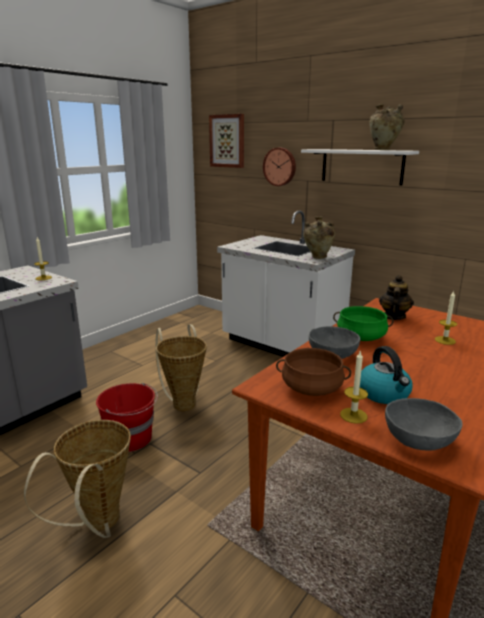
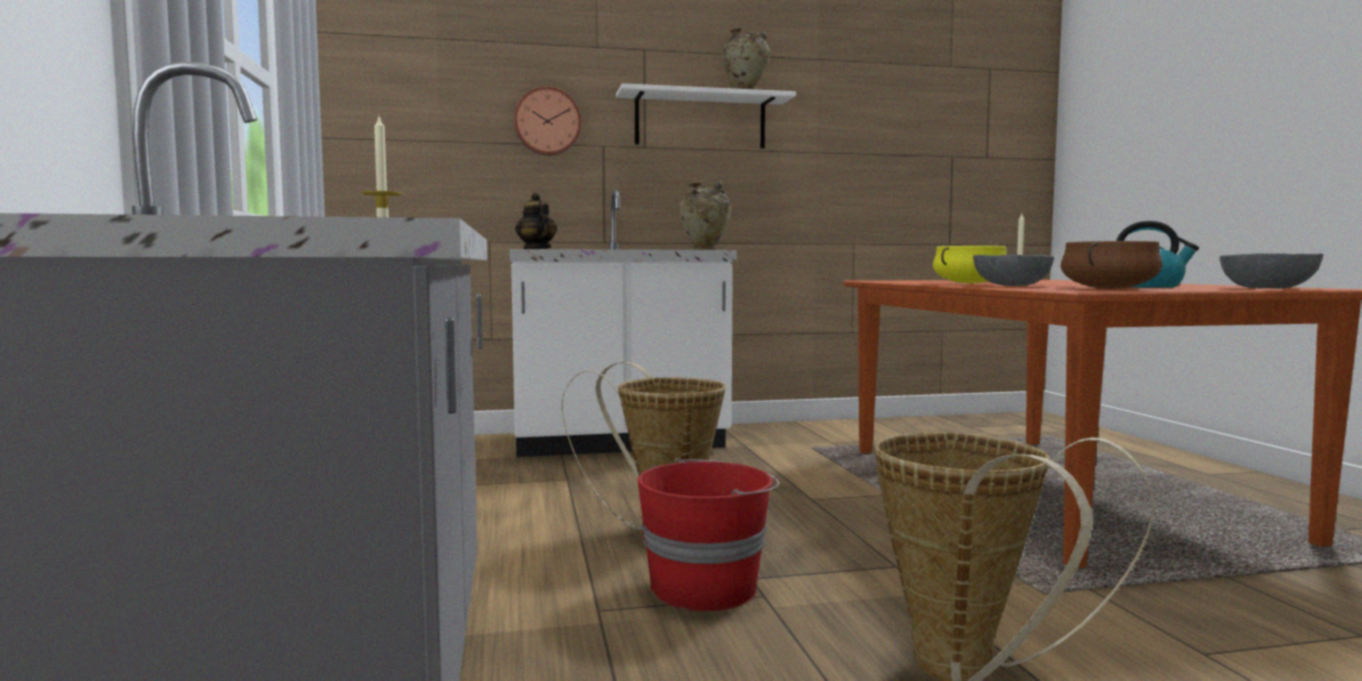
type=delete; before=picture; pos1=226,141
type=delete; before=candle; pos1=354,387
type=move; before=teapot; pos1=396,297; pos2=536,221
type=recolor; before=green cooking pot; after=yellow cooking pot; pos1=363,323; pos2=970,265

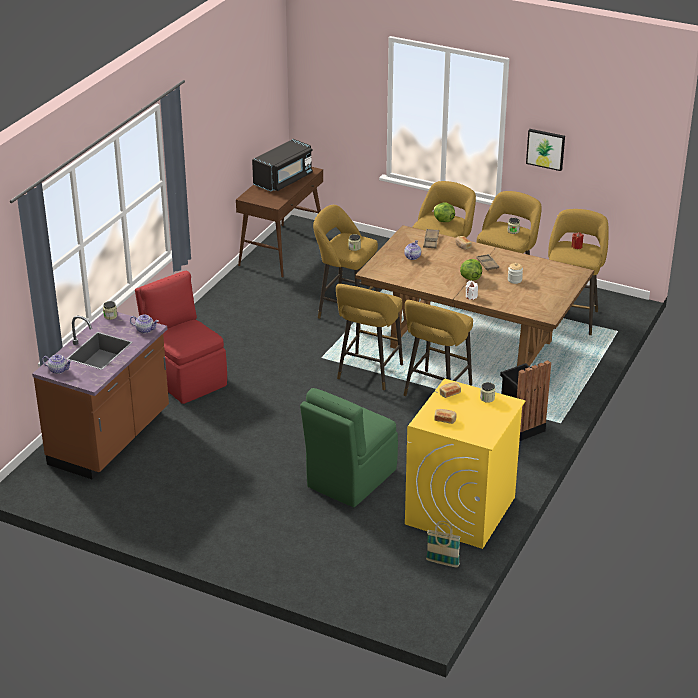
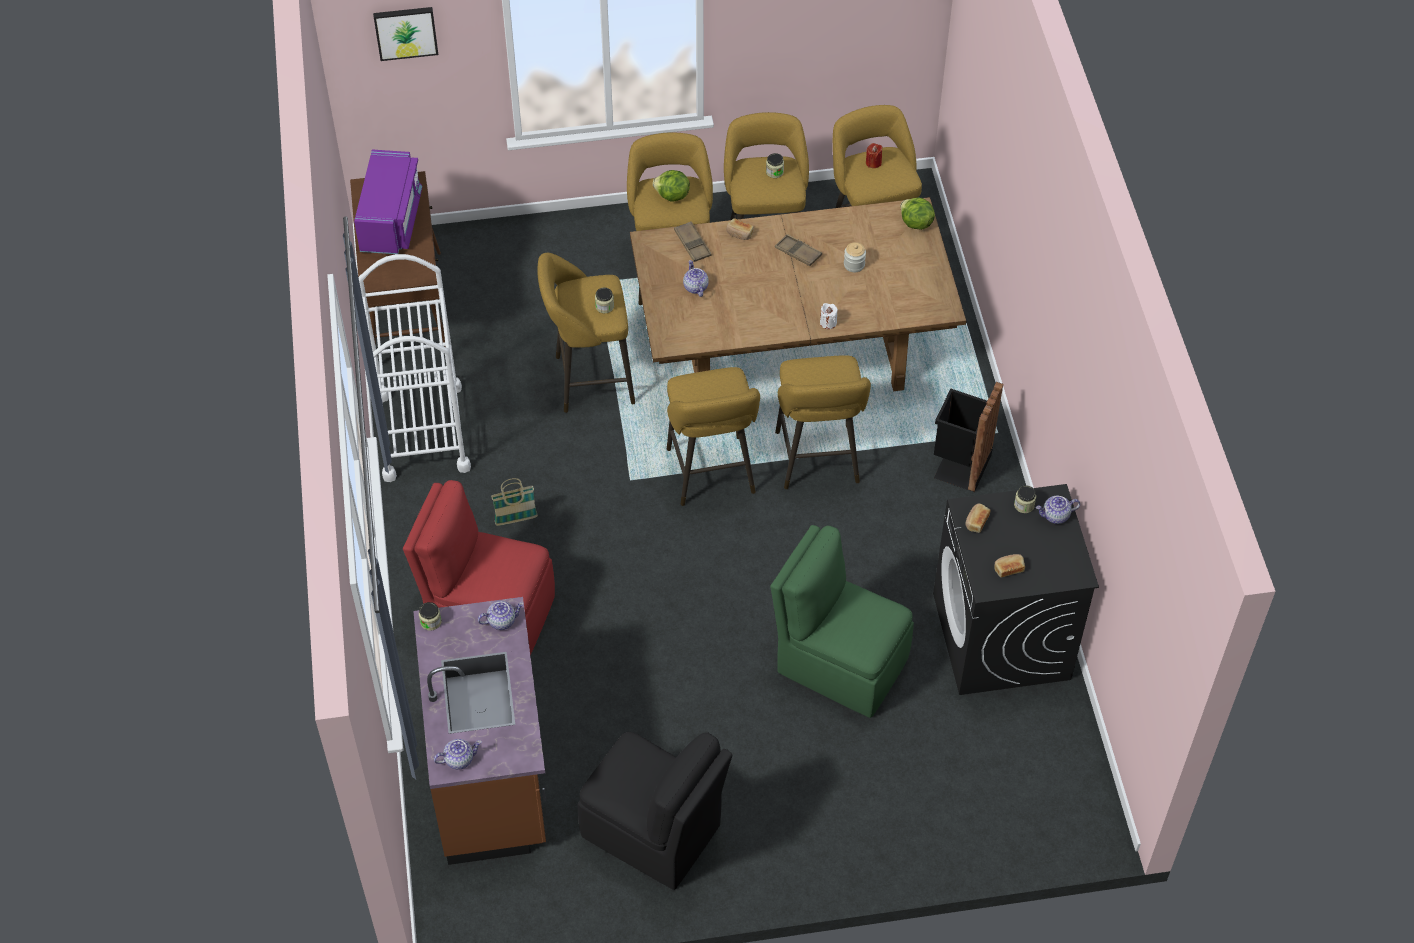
type=insert; after=white cart; pos2=414,368
type=insert; after=black chair; pos2=654,811
type=insert; after=teapot; pos2=1058,510
type=move; before=basket; pos1=443,544; pos2=514,502
type=move; before=lettuce; pos1=471,270; pos2=918,214
type=move; before=picture; pos1=545,150; pos2=405,34
type=recolor; before=black microwave; after=purple microwave; pos1=282,165; pos2=388,202
type=recolor; before=yellow washing machine; after=black washing machine; pos1=465,464; pos2=1016,589
type=rotate; before=green chair; pos1=349,447; pos2=842,621; turn=120

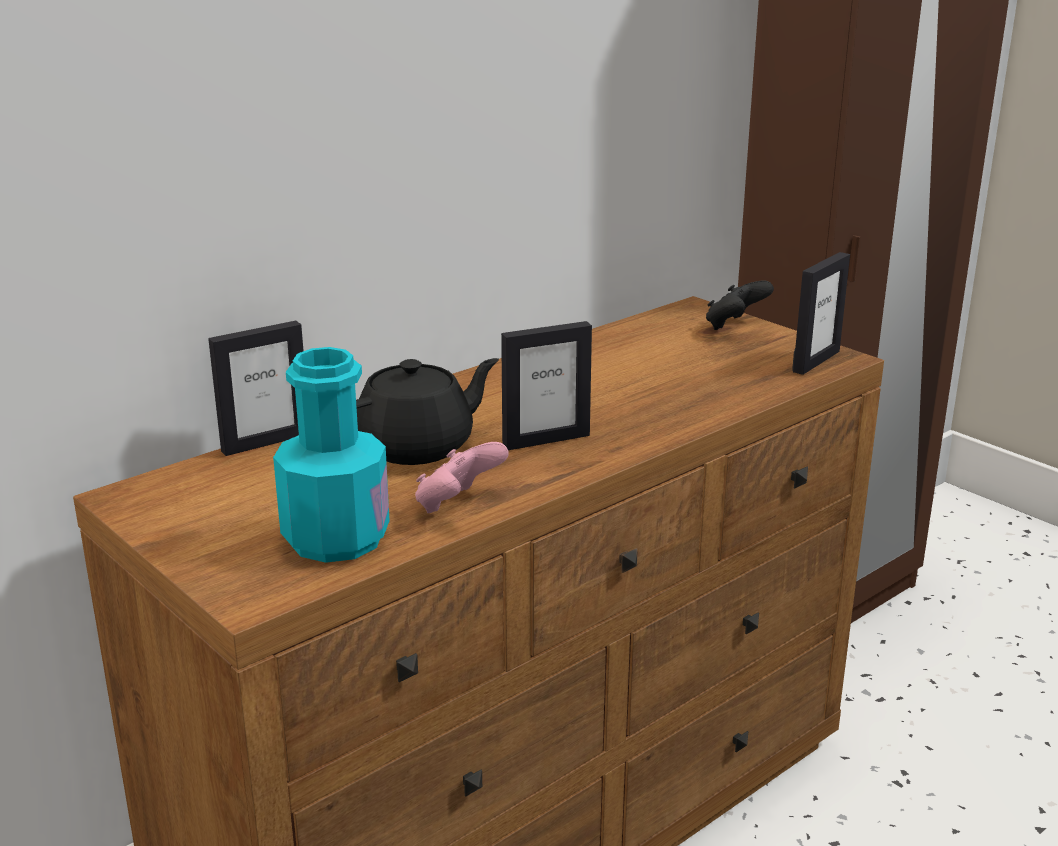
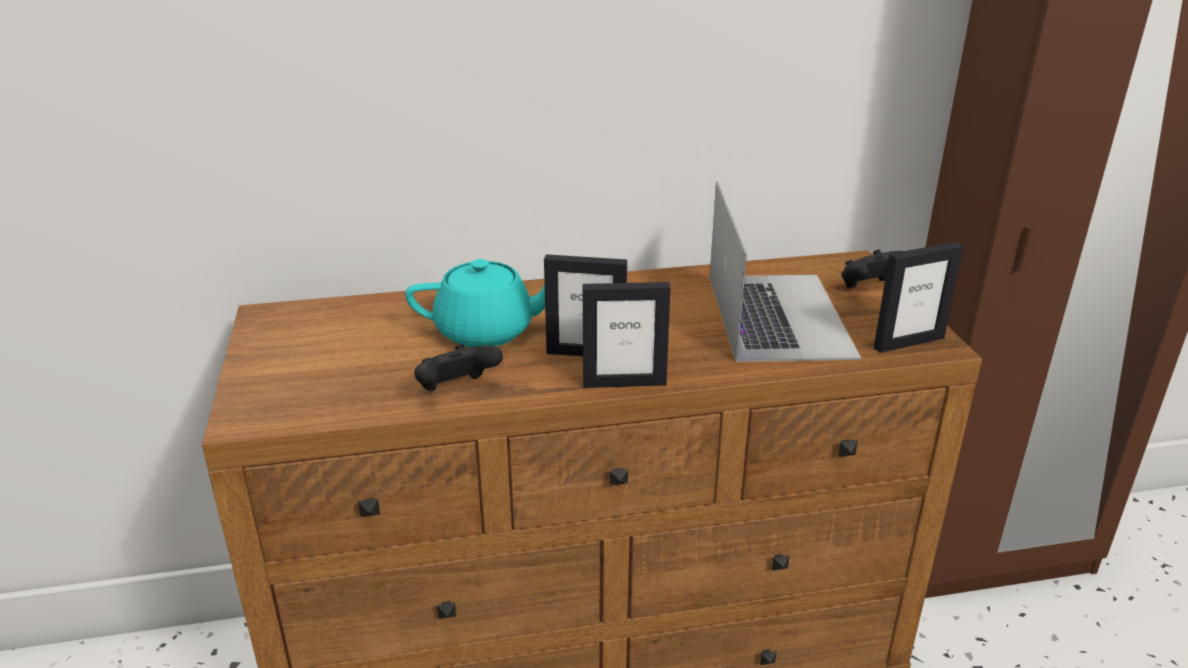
type=delete; before=turquoise bottle; pos1=331,455
type=insert; after=laptop; pos2=785,271
type=move; before=picture frame; pos1=256,388; pos2=627,335
type=recolor; before=black teapot; after=turquoise teapot; pos1=427,411; pos2=475,303
type=recolor; before=pink game controller; after=black game controller; pos1=462,477; pos2=458,367

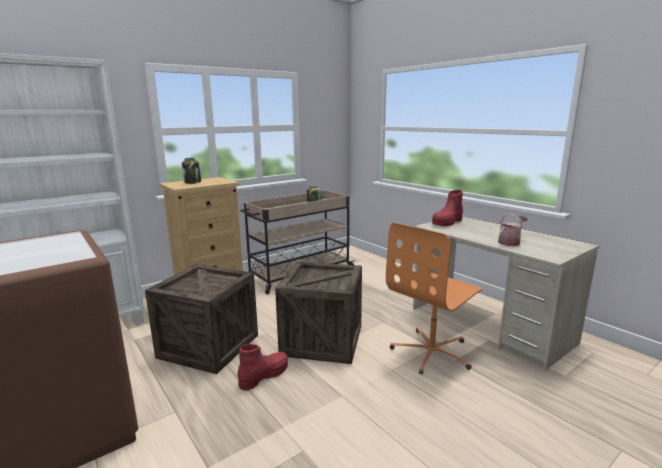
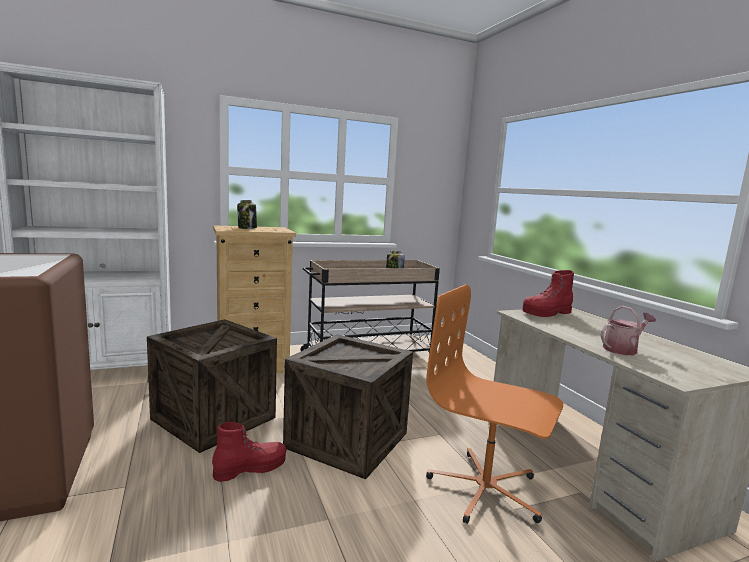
type=rotate; before=orange office chair; pos1=434,299; pos2=495,404; turn=60

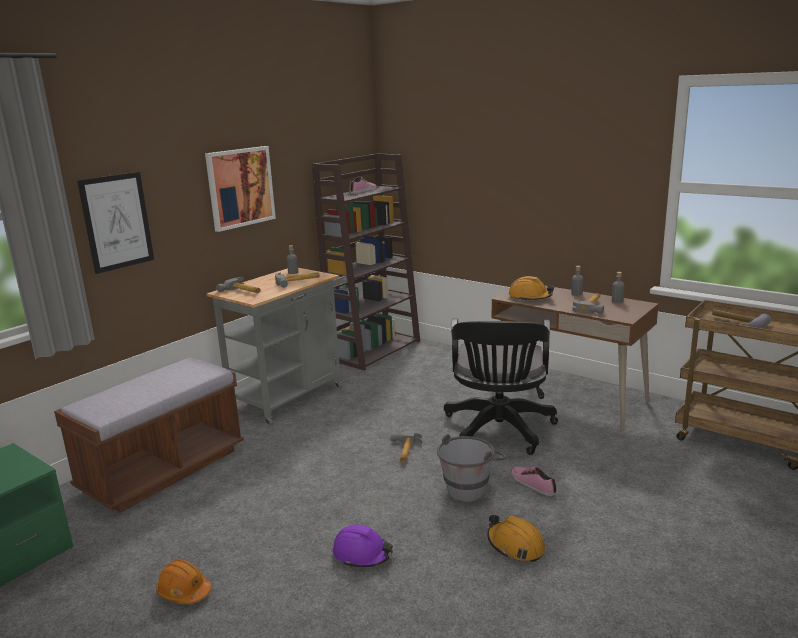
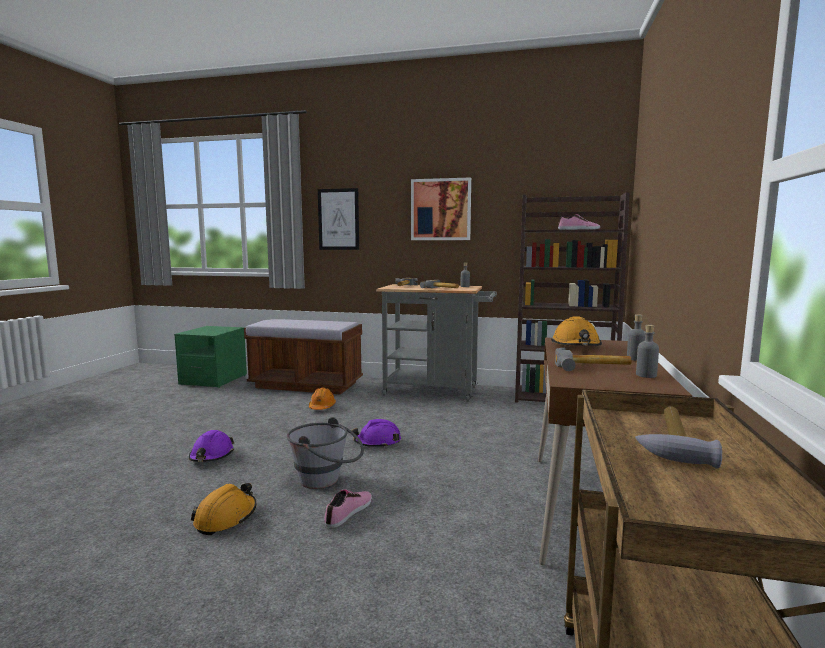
type=delete; before=black office chair; pos1=501,386
type=move; before=orange hard hat; pos1=184,582; pos2=322,398
type=replace; before=hammer; after=purple hard hat; pos1=406,447; pos2=376,433

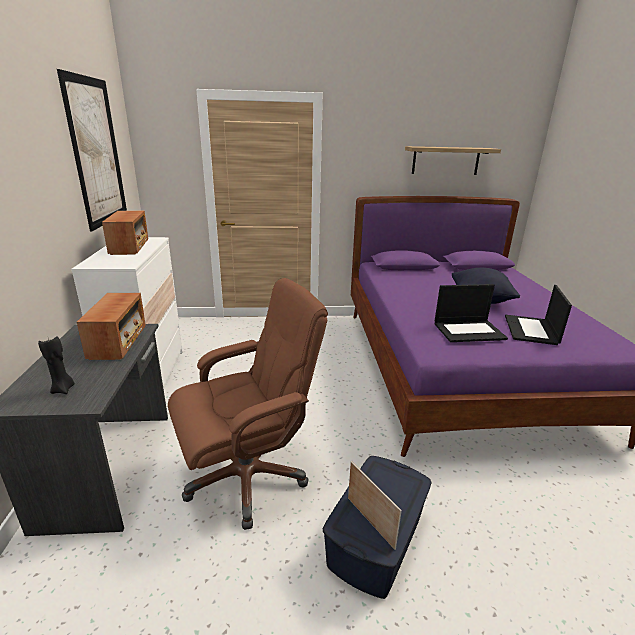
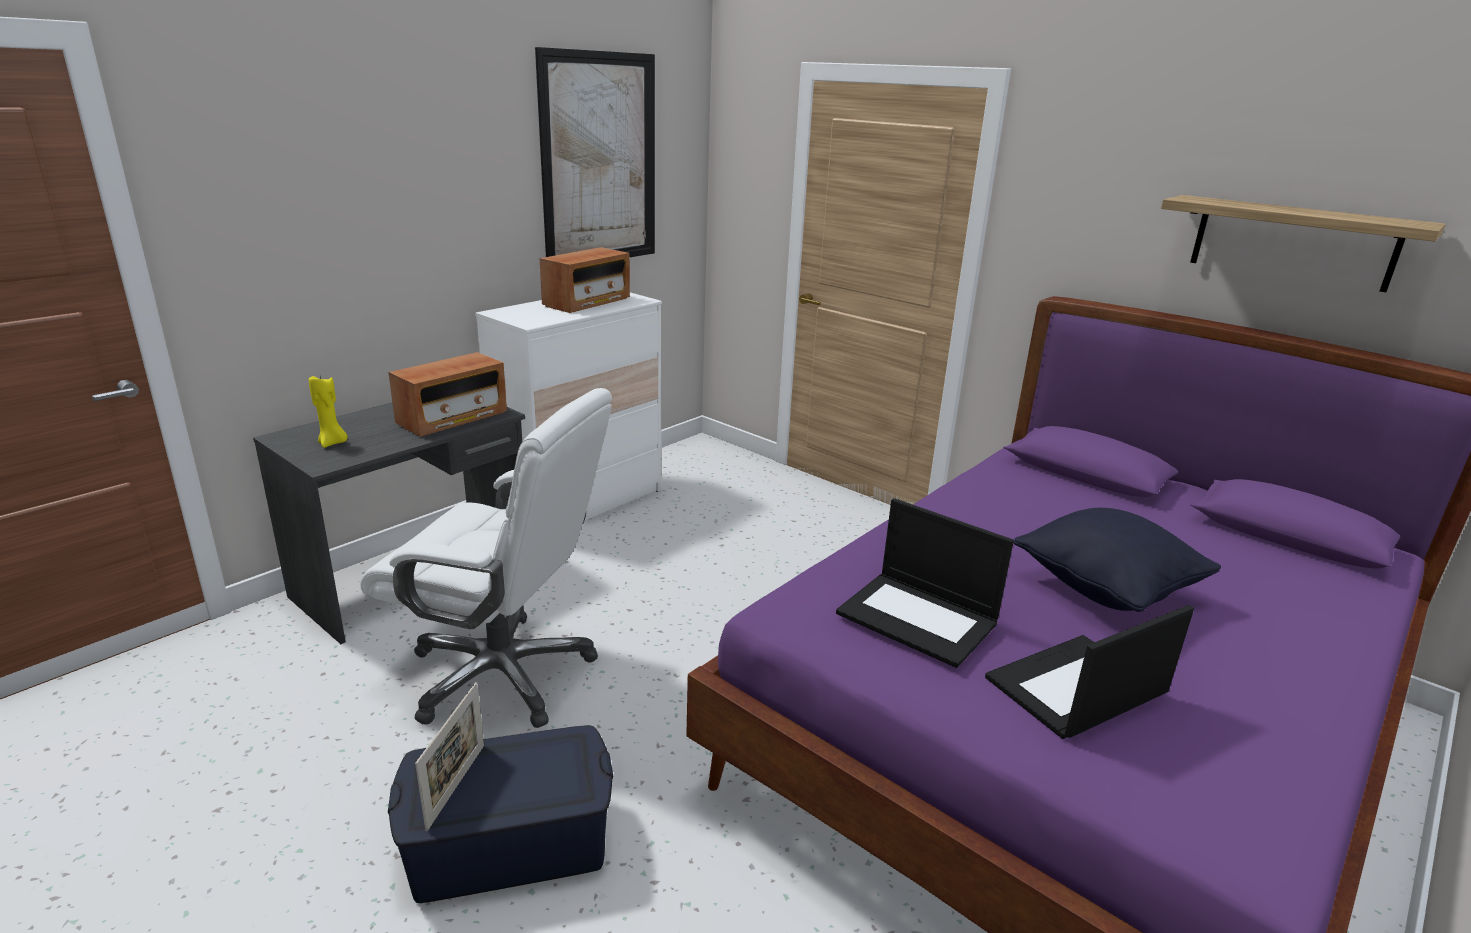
type=recolor; before=black candle; after=yellow candle; pos1=56,365; pos2=328,412
type=recolor; before=brown office chair; after=white office chair; pos1=248,404; pos2=486,558

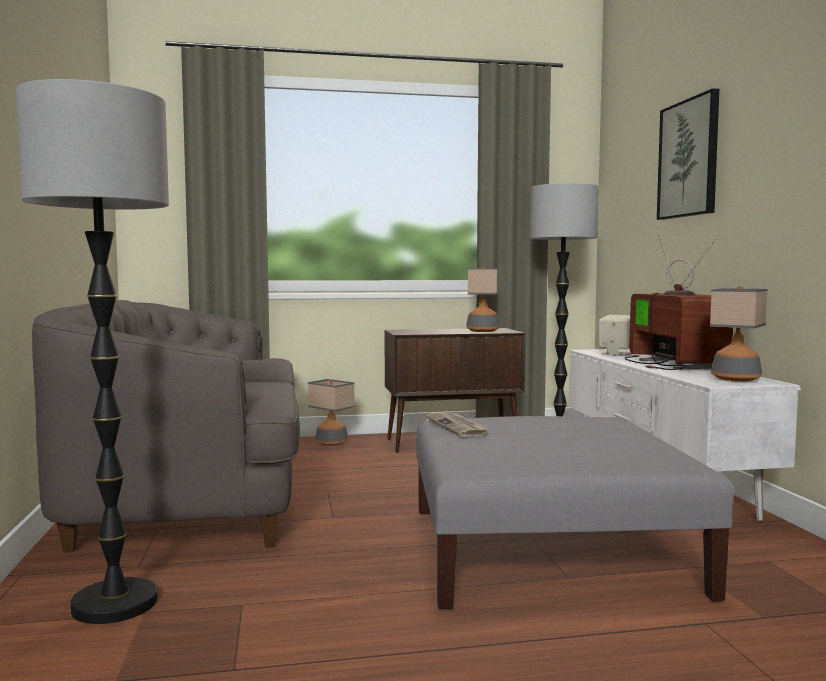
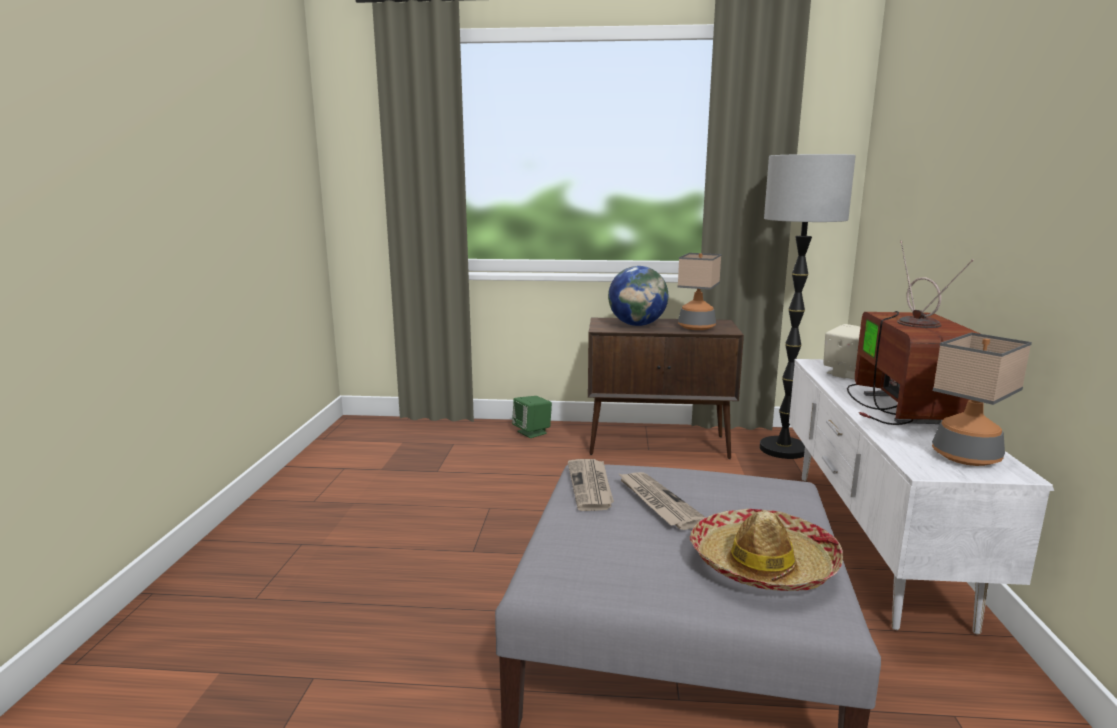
type=delete; before=floor lamp; pos1=92,351
type=delete; before=grey sofa; pos1=166,426
type=delete; before=picture; pos1=688,154
type=insert; after=globe; pos2=638,296
type=insert; after=newspaper; pos2=662,501
type=insert; after=hat; pos2=766,550
type=replace; before=table lamp; after=green speaker; pos1=331,412; pos2=532,417

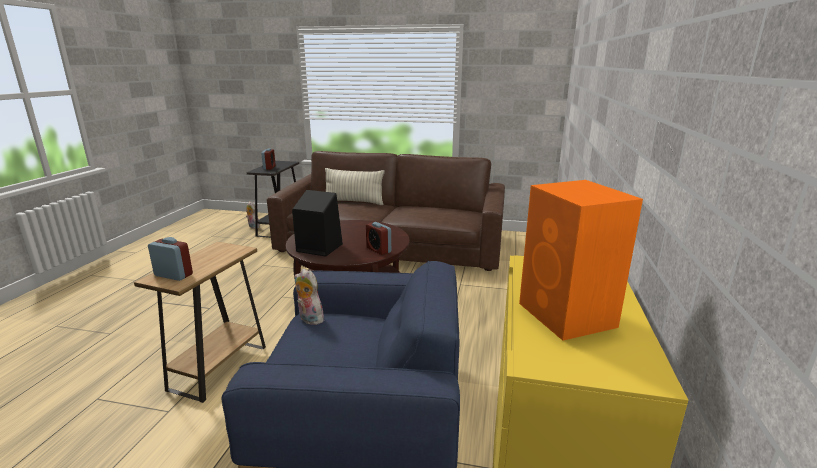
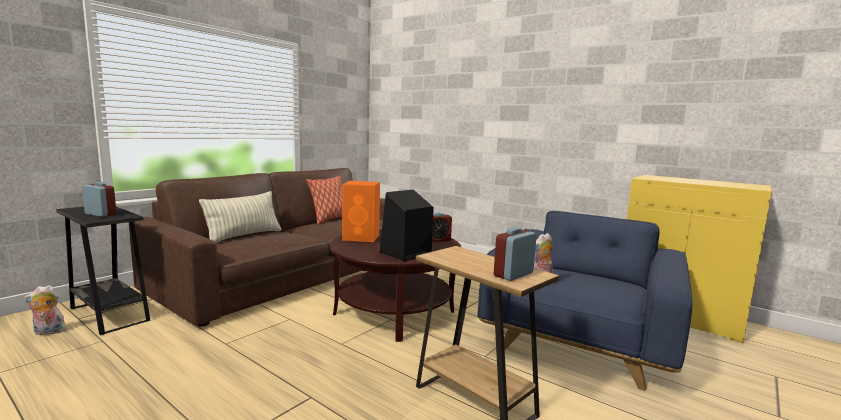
type=insert; after=pillow; pos2=324,200
type=move; before=orange speaker; pos1=581,260; pos2=361,211

